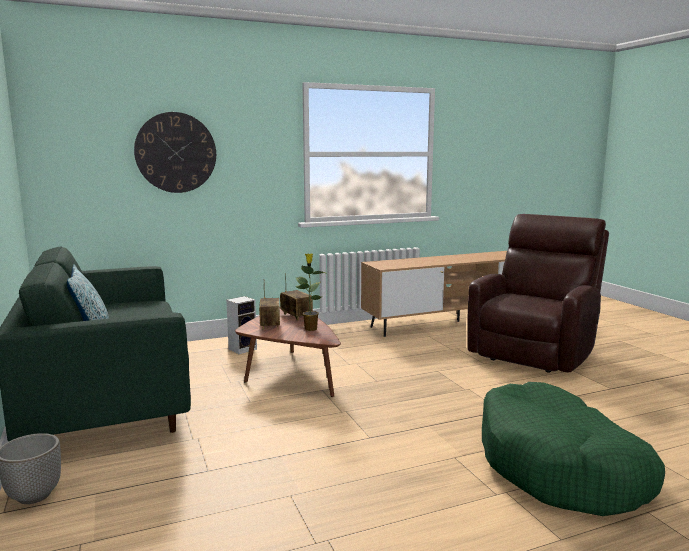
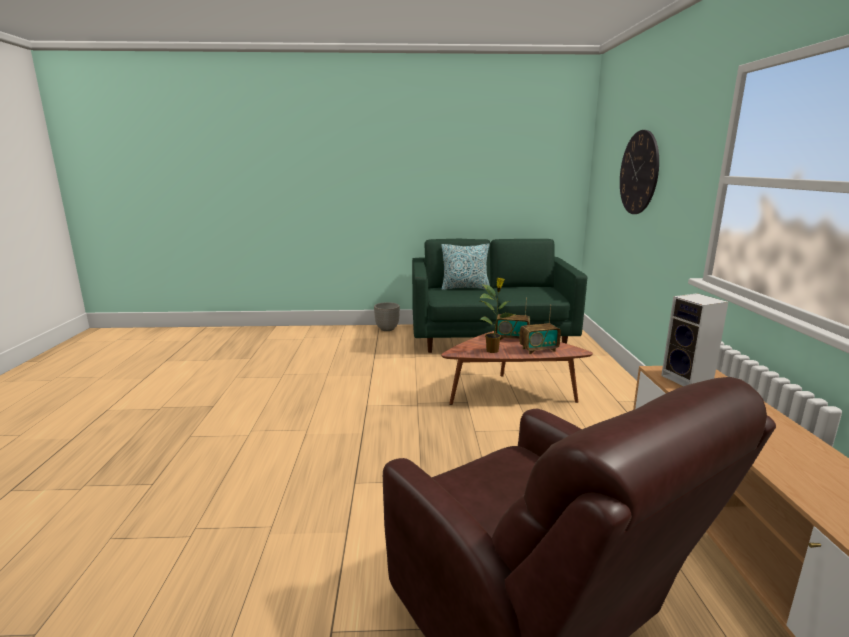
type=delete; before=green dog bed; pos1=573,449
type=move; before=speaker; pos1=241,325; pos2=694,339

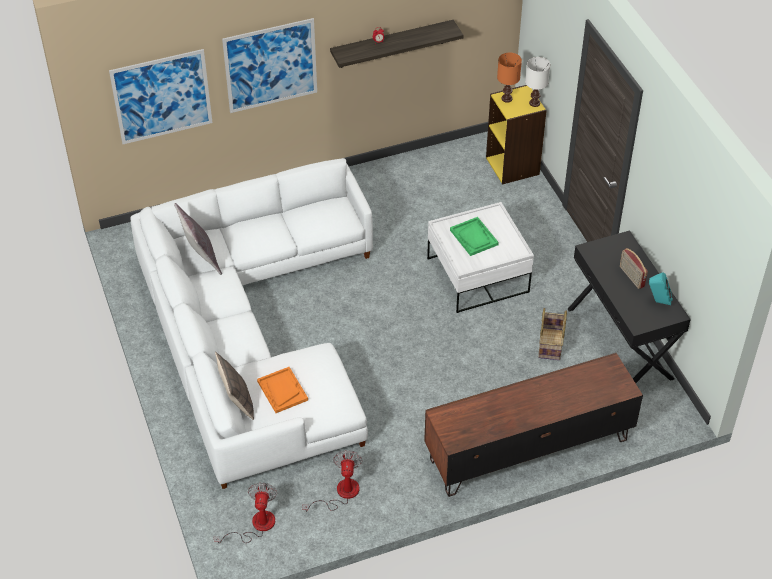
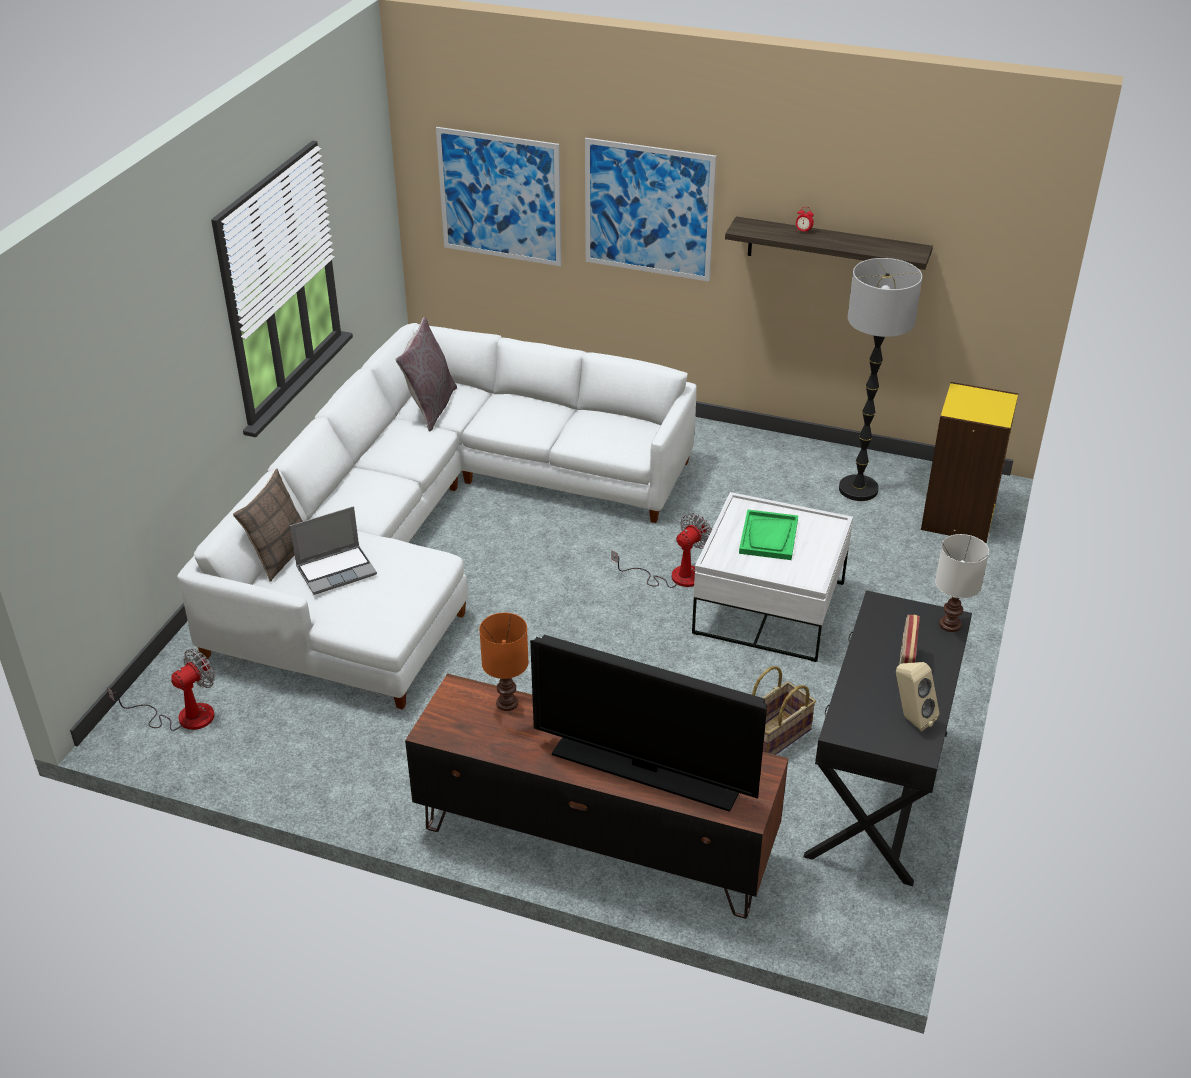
type=insert; after=television; pos2=648,723
type=insert; after=floor lamp; pos2=880,379
type=move; before=fan; pos1=332,481; pos2=661,550
type=move; before=orange table lamp; pos1=509,78; pos2=504,662
type=move; before=white table lamp; pos1=537,82; pos2=962,583
type=replace; before=orange tray; after=laptop; pos1=282,390; pos2=333,550
type=recolor; before=turquoise speaker; after=beige speaker; pos1=661,288; pos2=917,697

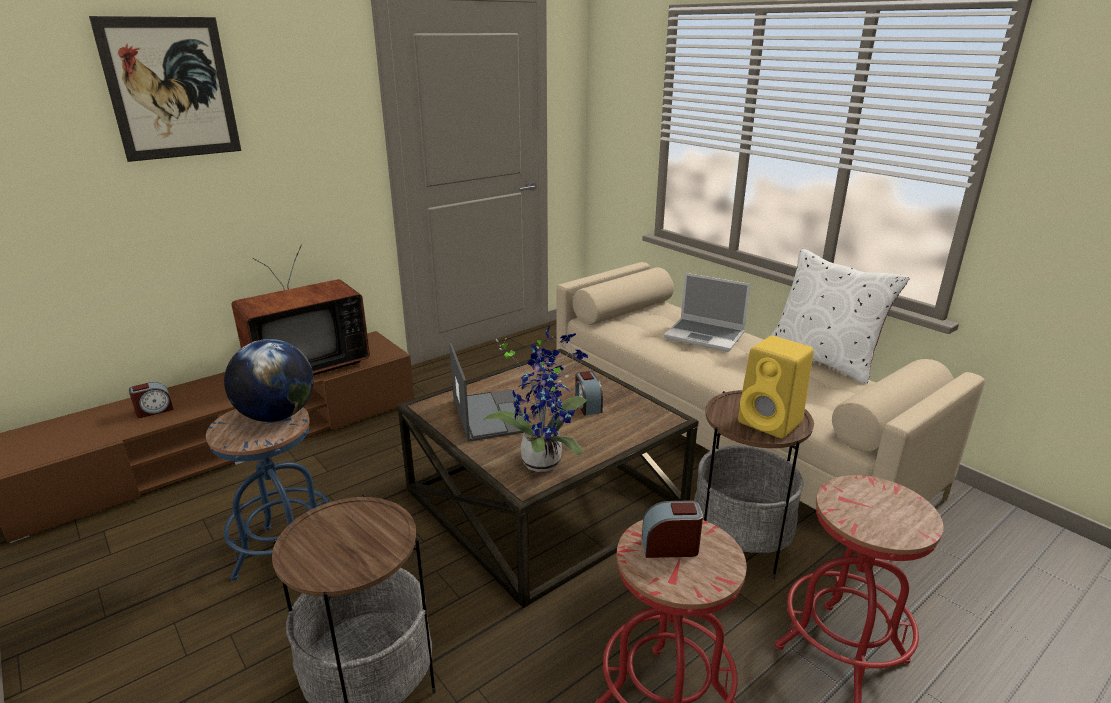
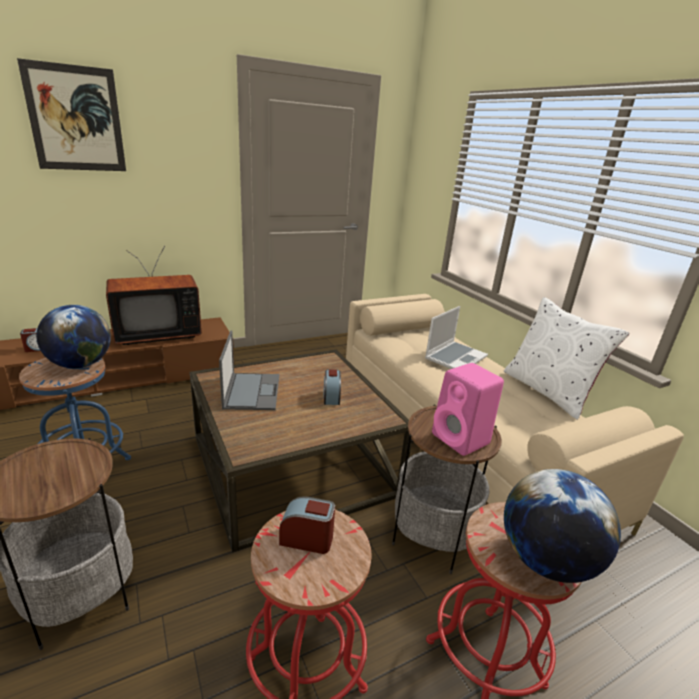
type=delete; before=potted plant; pos1=535,399
type=insert; after=globe; pos2=562,526
type=recolor; before=yellow speaker; after=pink speaker; pos1=776,387; pos2=468,409
type=rotate; before=laptop; pos1=707,312; pos2=456,337; turn=-90

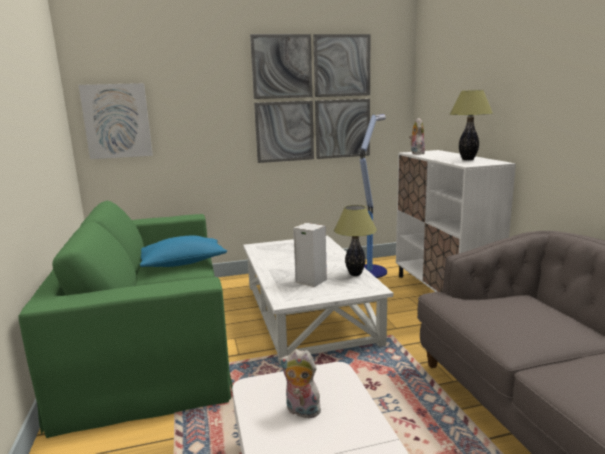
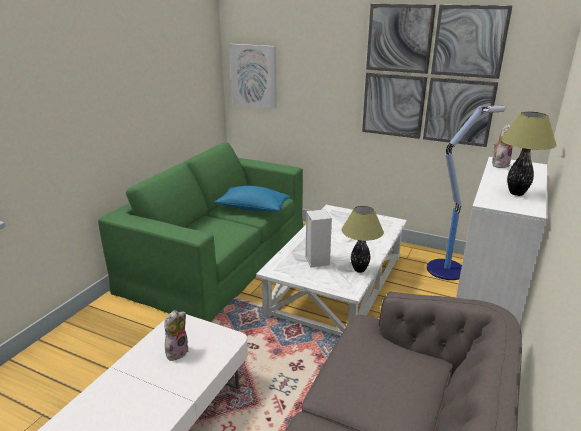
type=rotate; before=plush toy; pos1=300,383; pos2=176,335; turn=60

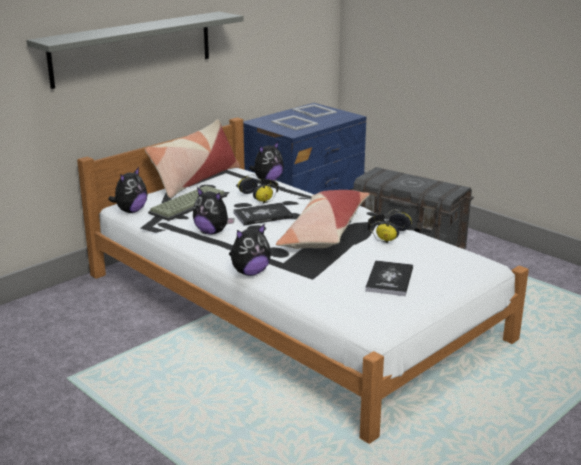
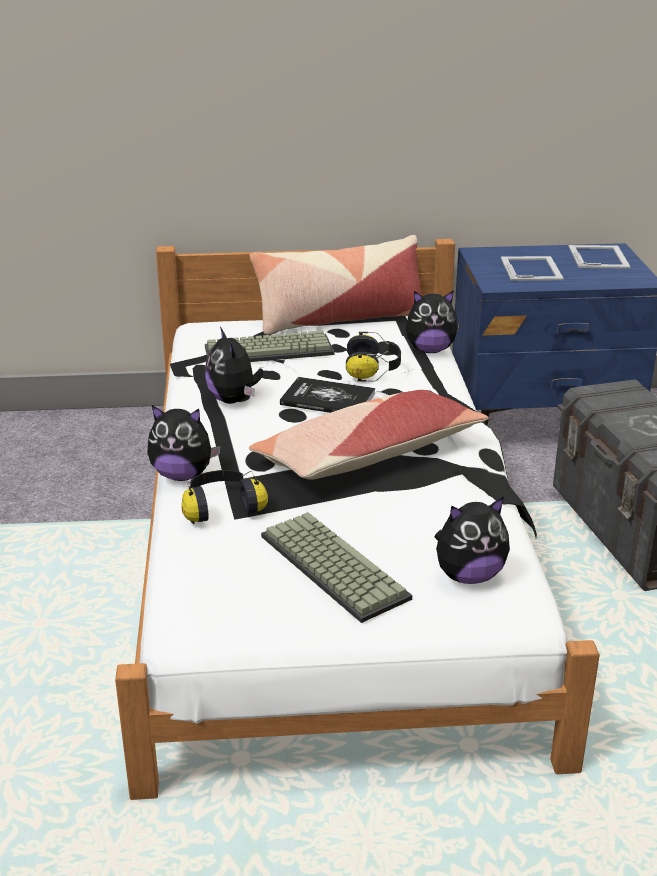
type=delete; before=grey shelf; pos1=135,50
type=move; before=plush toy; pos1=127,190; pos2=472,540
type=move; before=headphones; pos1=390,226; pos2=224,497
type=replace; before=book; after=keyboard; pos1=389,278; pos2=336,567

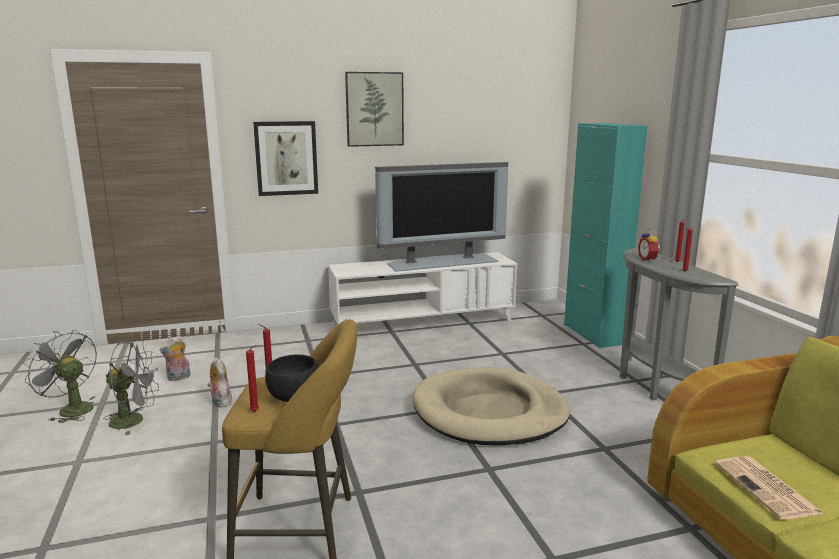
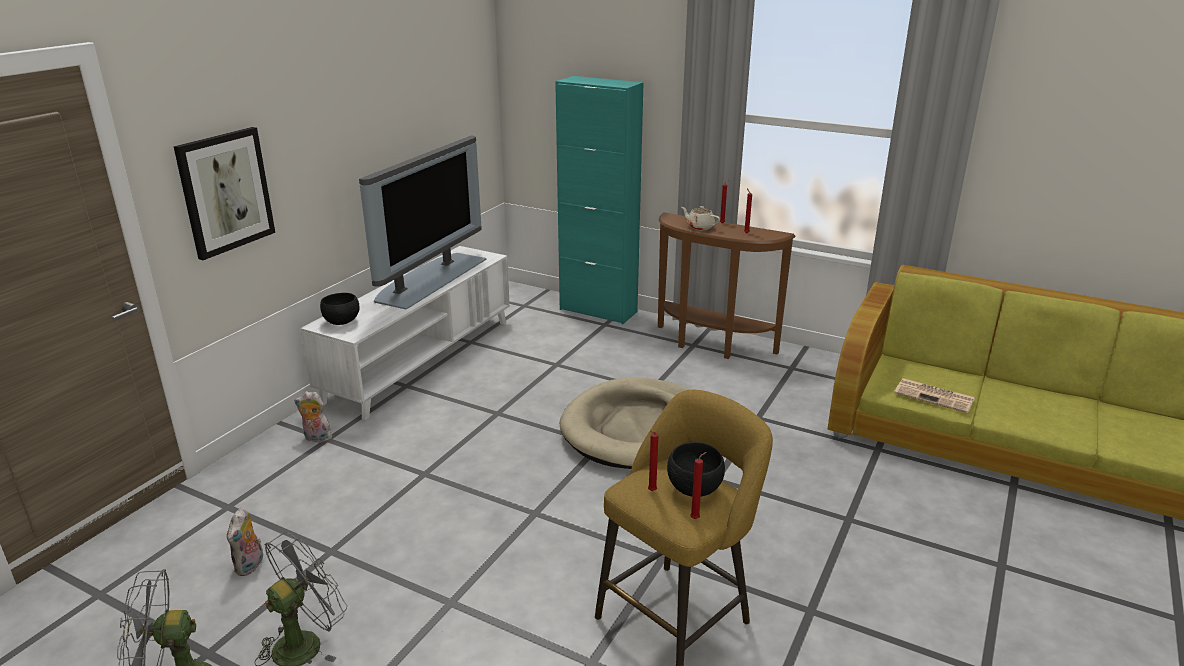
type=delete; before=picture; pos1=374,109
type=insert; after=black bowl; pos2=340,309
type=move; before=plush toy; pos1=219,382; pos2=313,417
type=replace; before=alarm clock; after=beige teapot; pos1=649,245; pos2=700,218
type=recolor; before=grey console table; after=brown console table; pos1=679,323; pos2=727,285

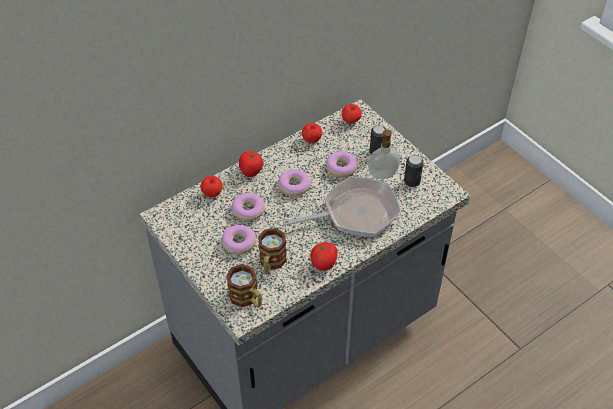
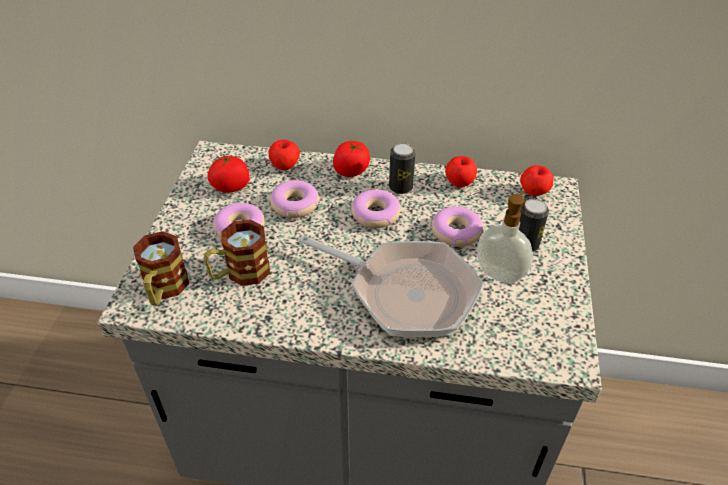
type=move; before=tomato; pos1=324,256; pos2=228,173
type=move; before=can; pos1=414,171; pos2=402,168

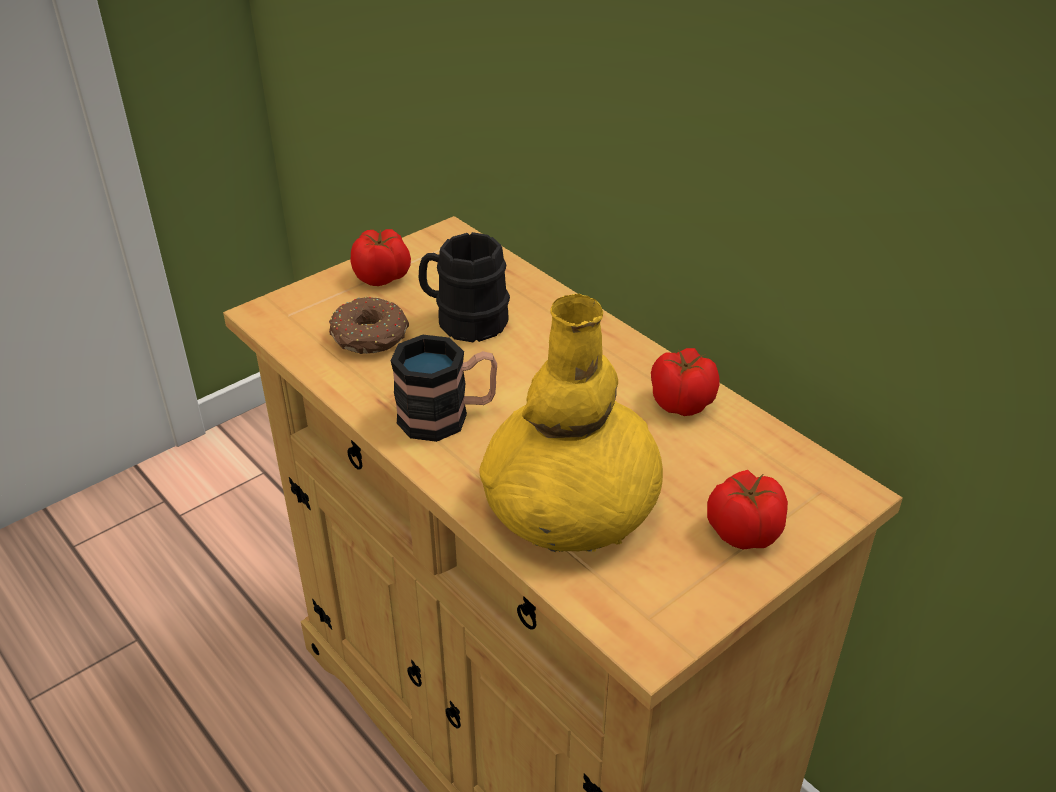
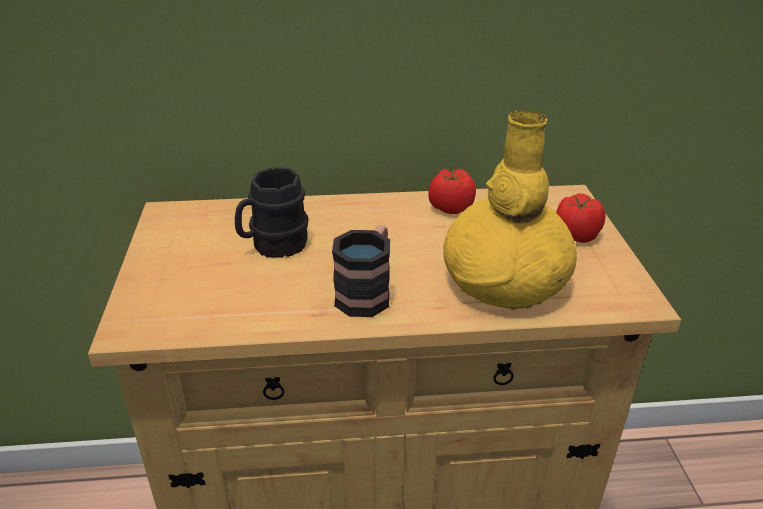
type=delete; before=donut; pos1=369,325
type=delete; before=tomato; pos1=381,257

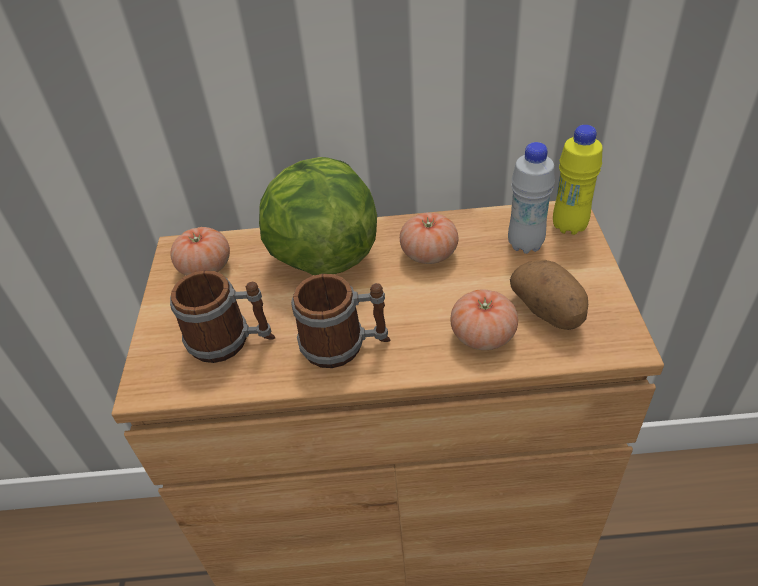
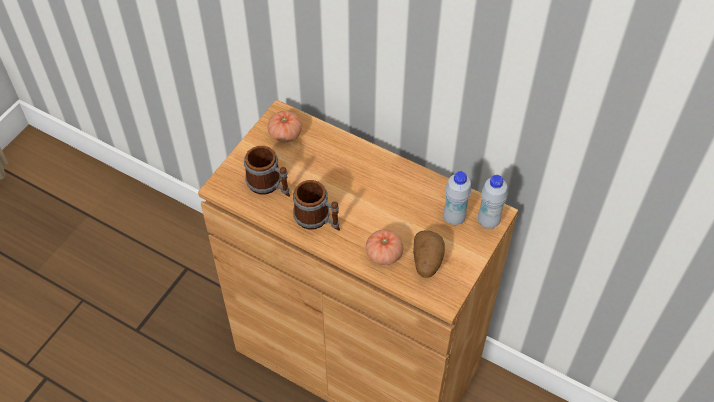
type=delete; before=lettuce; pos1=318,216
type=delete; before=tomato; pos1=429,238
type=recolor; before=yellow bottle; after=white bottle; pos1=577,180; pos2=492,202

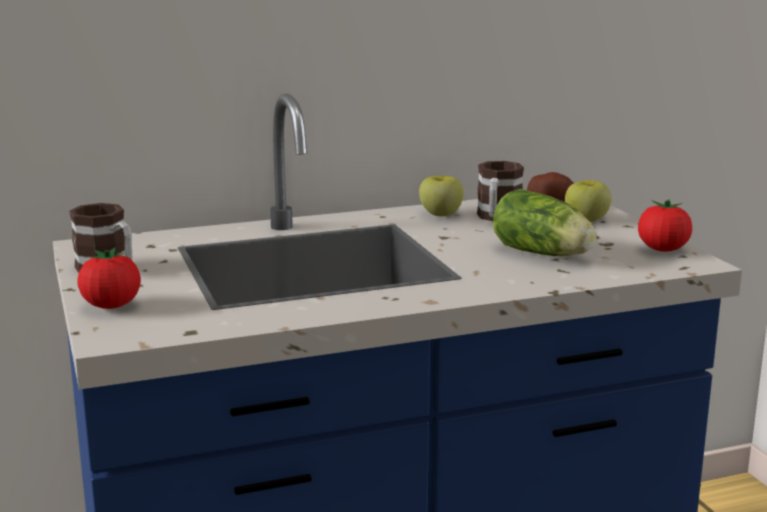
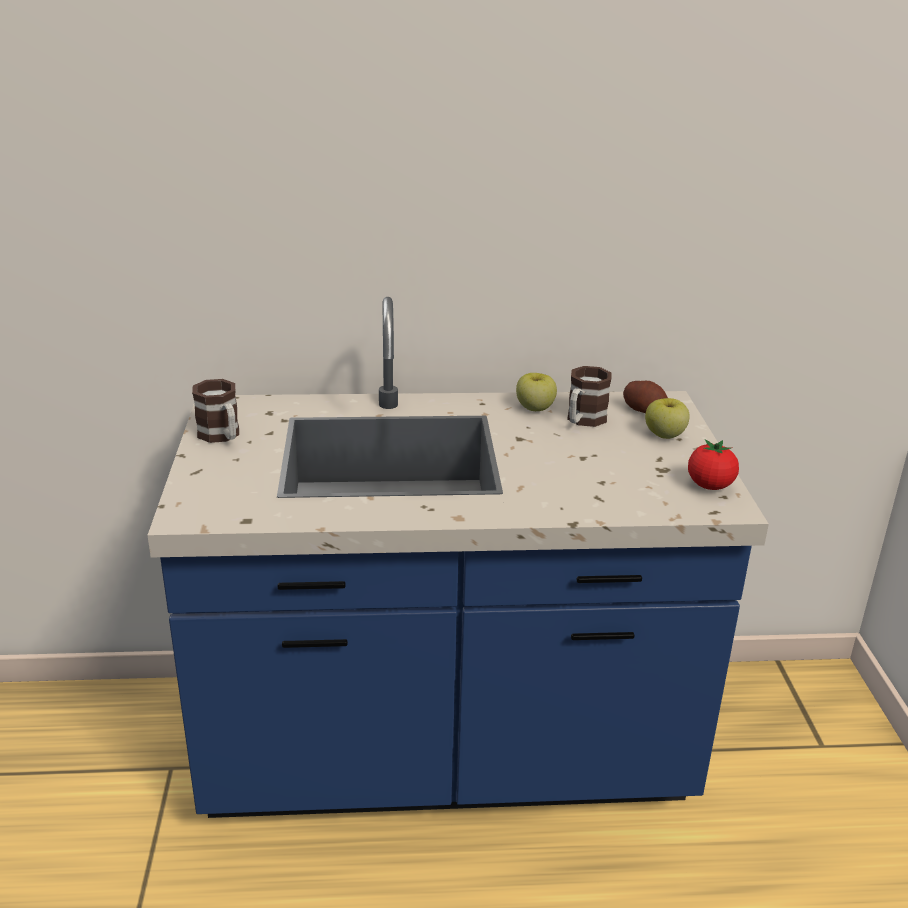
type=delete; before=tomato; pos1=109,278
type=delete; before=lettuce; pos1=545,222

